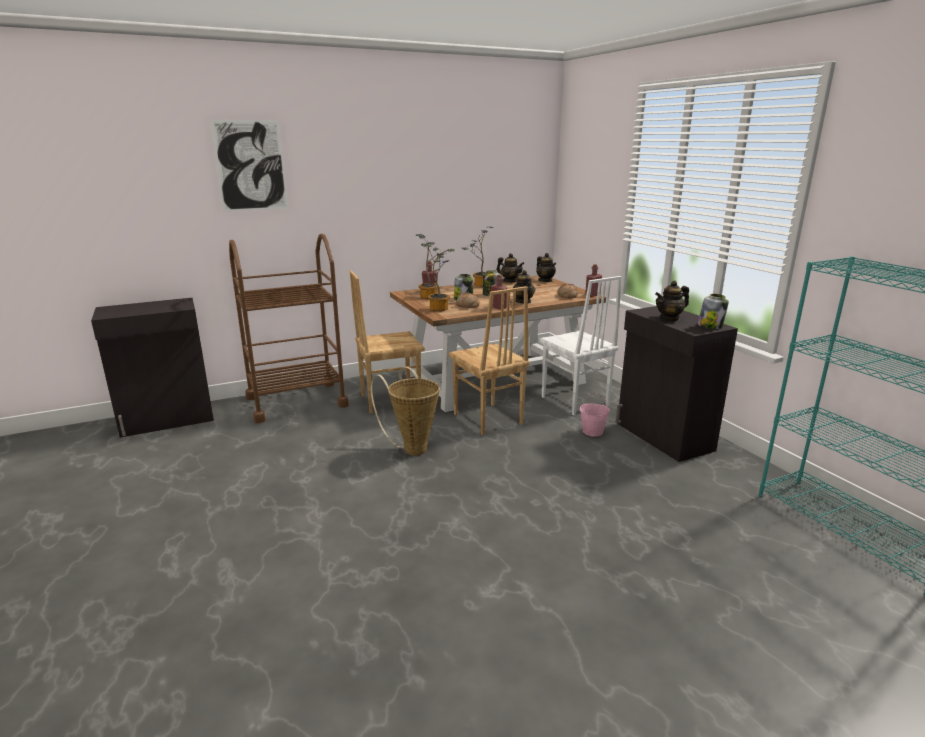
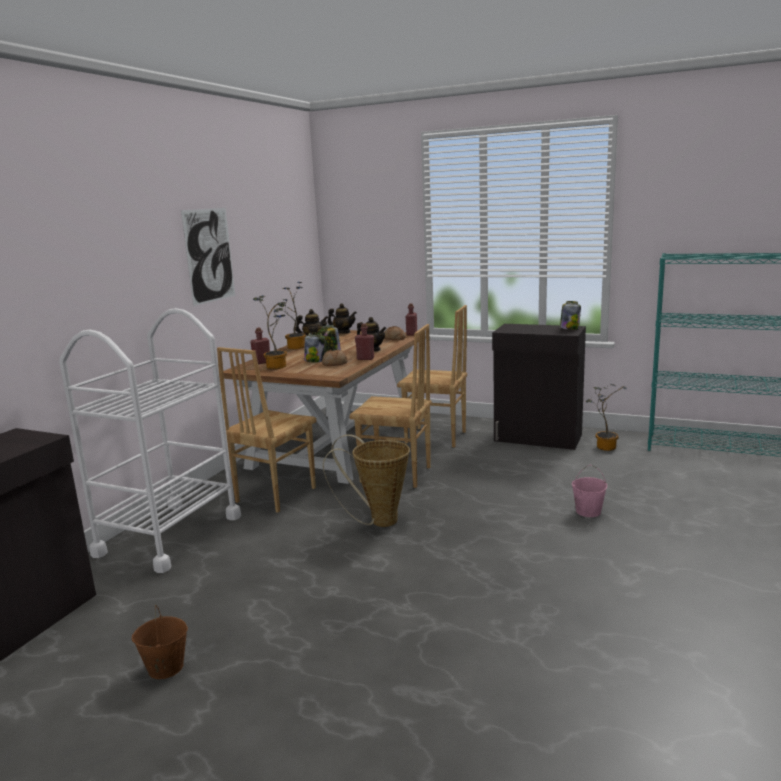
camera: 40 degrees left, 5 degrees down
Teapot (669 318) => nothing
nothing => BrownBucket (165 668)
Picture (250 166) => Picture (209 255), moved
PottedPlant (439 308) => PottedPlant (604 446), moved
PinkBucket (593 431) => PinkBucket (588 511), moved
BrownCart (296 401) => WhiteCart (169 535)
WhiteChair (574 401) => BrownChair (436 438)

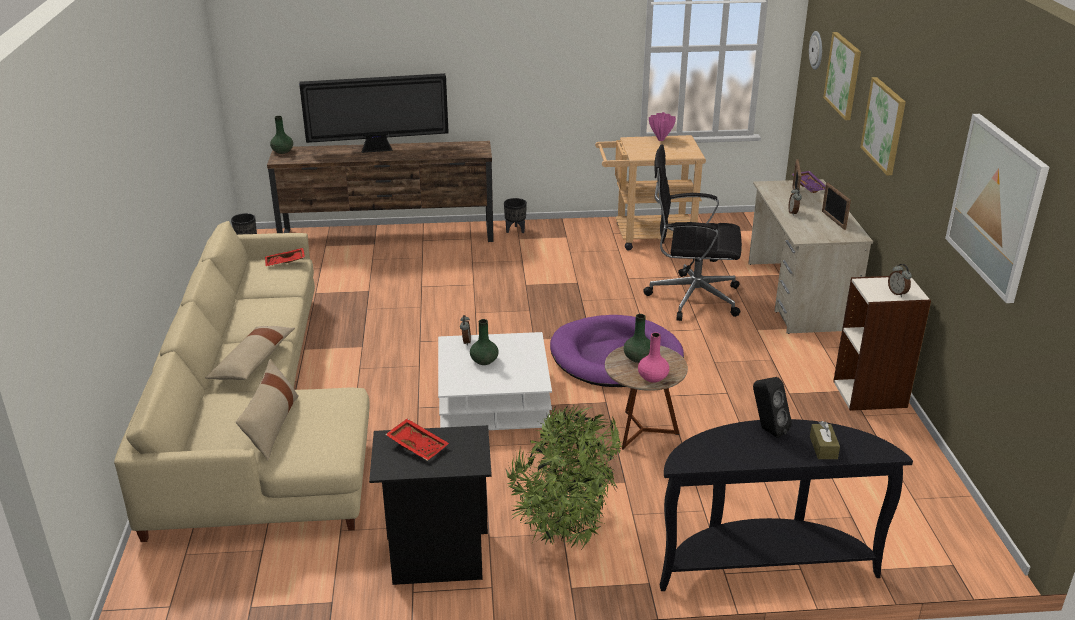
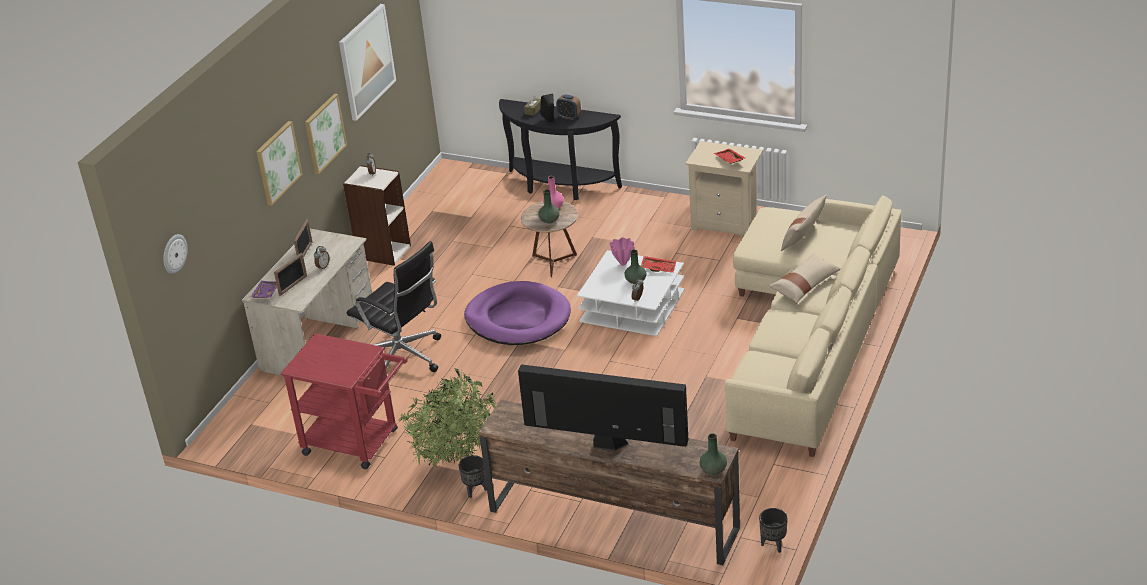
camera: 150 degrees left, 5 degrees up
nothing => AlarmClock (569 117)
RedTray (285 262) => RedTray (658 268), moved
PottedPlant (567 531) => PottedPlant (456 459), moved
PinkVase (660 140) => PinkVase (623 263), moved
Picture (843 75) => Picture (324 133), moved
BlackNightstand (436 558) => BeigeNightstand (726 223)
BeigeCart (646 236) => RedCart (358 443)

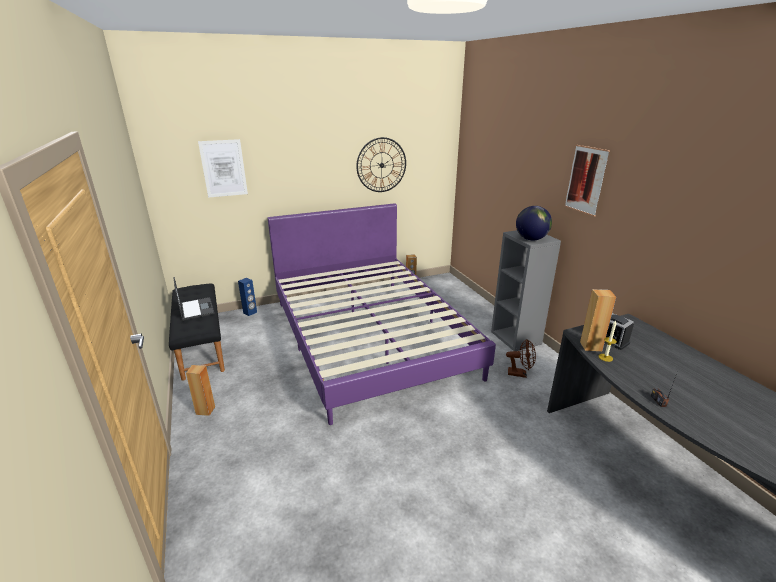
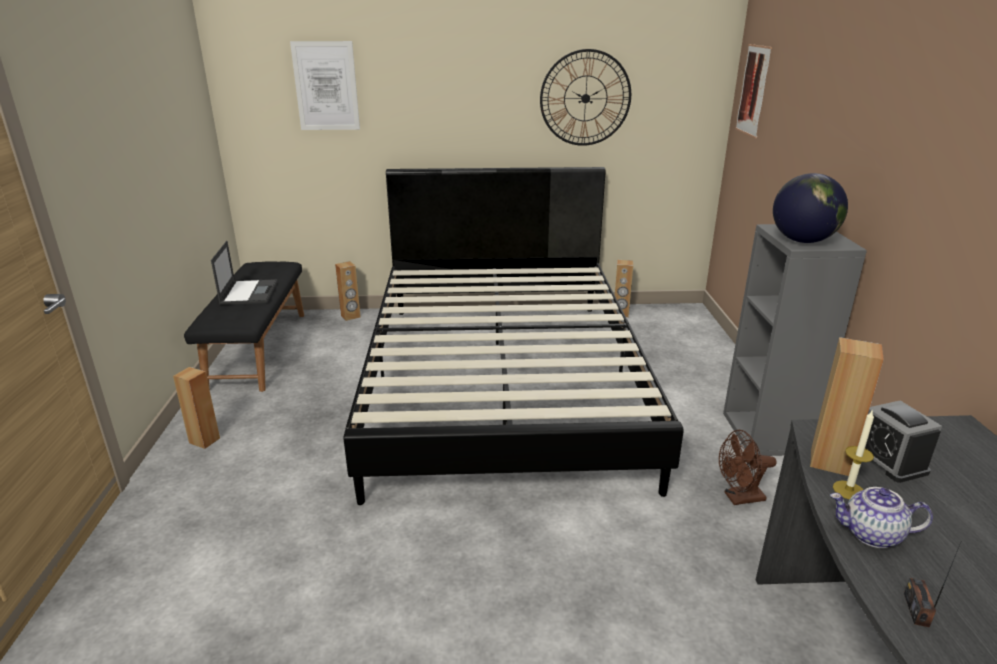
camera: 20 degrees right, 0 degrees up
nothing => Teapot (871 535)
Picture (586 180) => Picture (753 90), moved
BlueSpeaker (250 312) => BrownSpeaker (350 316)
PurpleBed (369 336) => BlackBed (503 382)
BrownFan (520 374) => BrownFan (739 498), 135 degrees clockwise

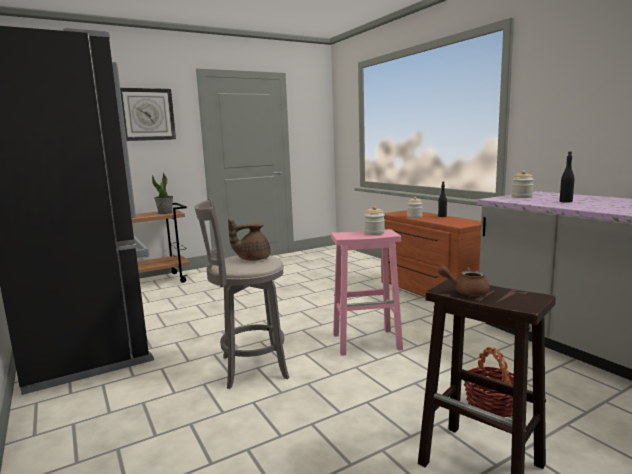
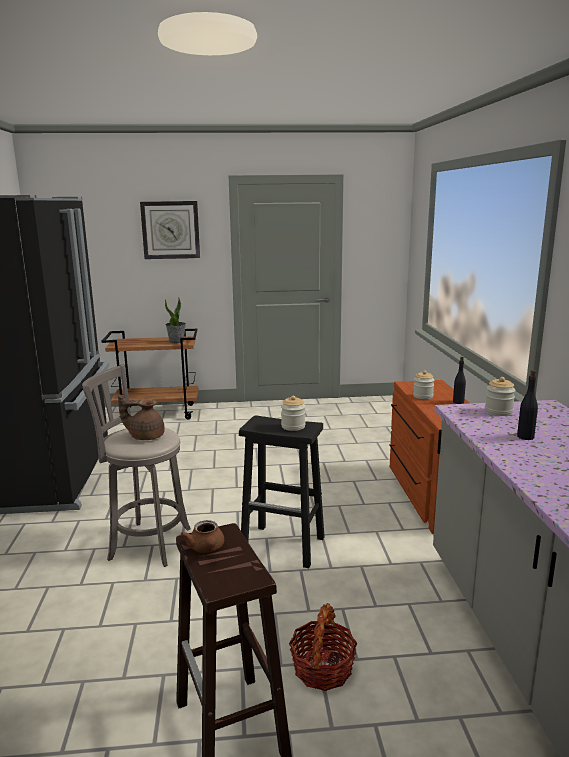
camera: 25 degrees right, 5 degrees up
PinkStool (367 341) => BlackStool (284 546)
BrownTeapot (466 291) => BrownTeapot (206 548), 150 degrees counterclockwise

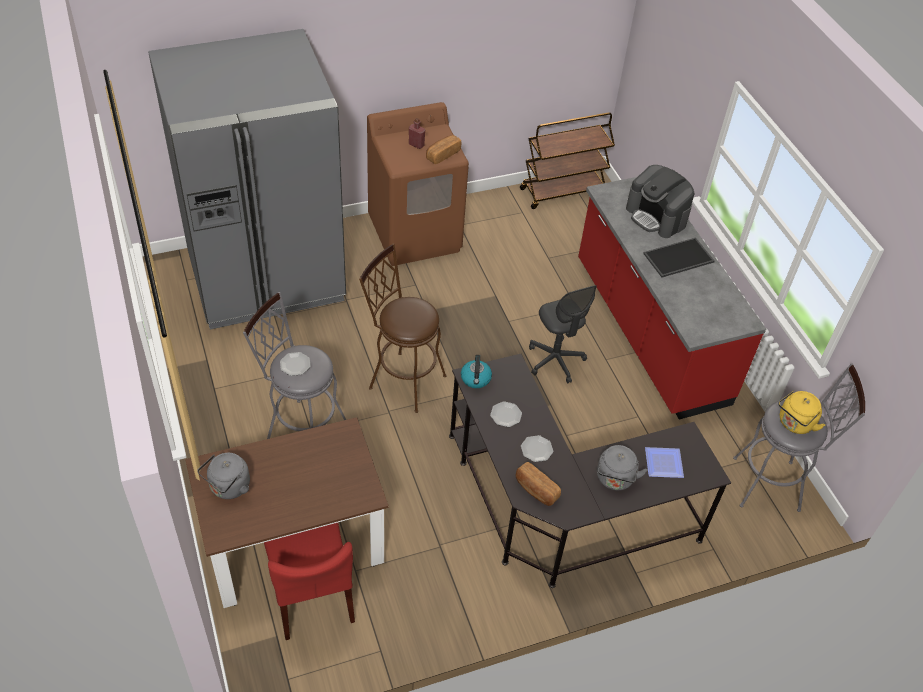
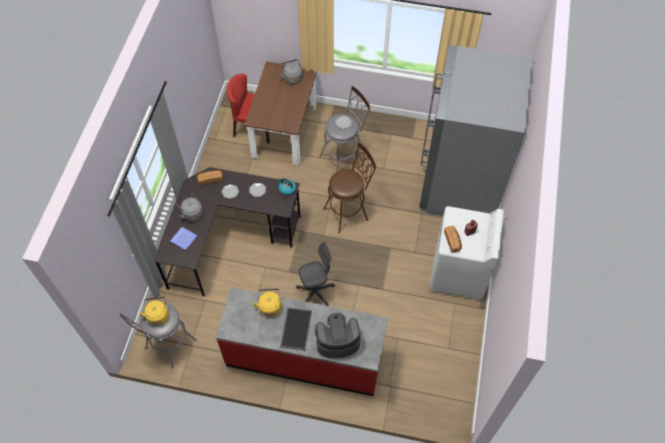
camera: 125 degrees right, 10 degrees up
BrownCart (562 191) => nothing
nothing => YellowKettle (269 306)
BrownWashingMachine (415 234) => WhiteWashingMachine (458 273)
GreyOfficeChair (555 360) => GreyOfficeChair (315 292), 150 degrees clockwise

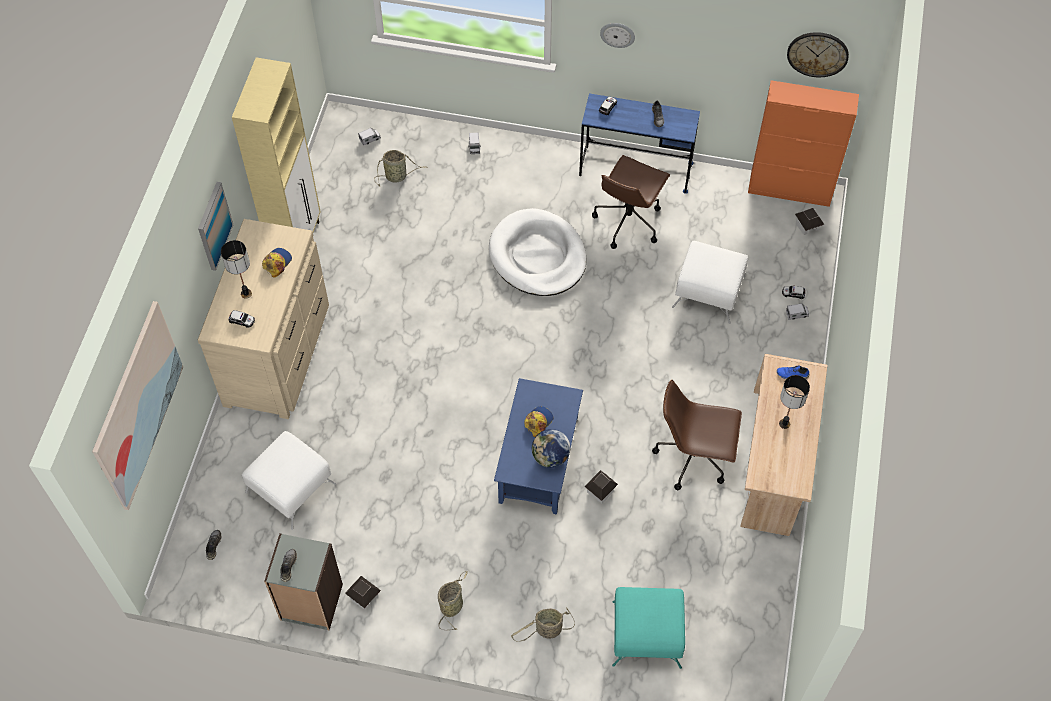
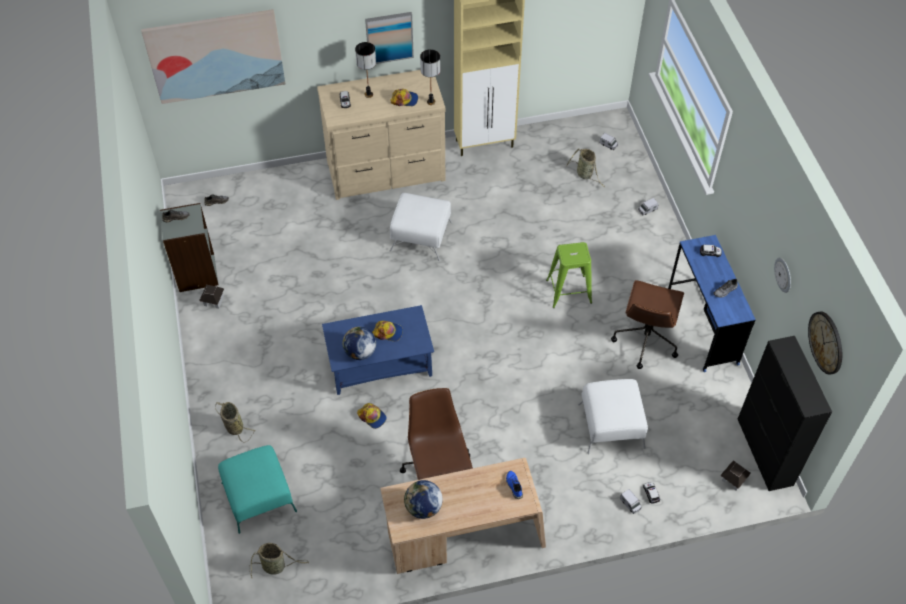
camera: 65 degrees right, 5 degrees down
nothing => Globe (423 508)
WhiteOttoman (291 487) => WhiteOttoman (421 237), moved
Basket (452 605) => Basket (275 566), moved
WallClock (617 34) => WallClock (783 274), moved
TableLamp (784 424) => TableLamp (431 102), moved
WhiteDogBed (537 256) => GreenStool (569 291)
ToyHouse (600 491) => Cap (372 417)
OrangeCabinet (790 190) => BlackCabinet (765 452)
BrownOfficeChair (628 221) => BrownOfficeChair (645 340), 75 degrees counterclockwise

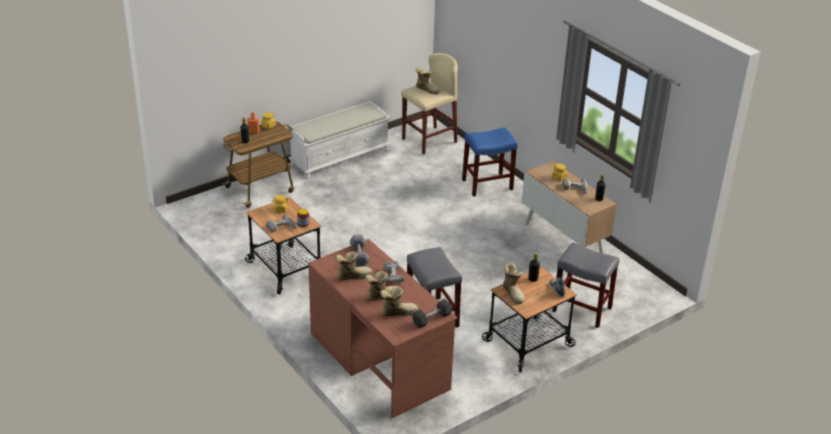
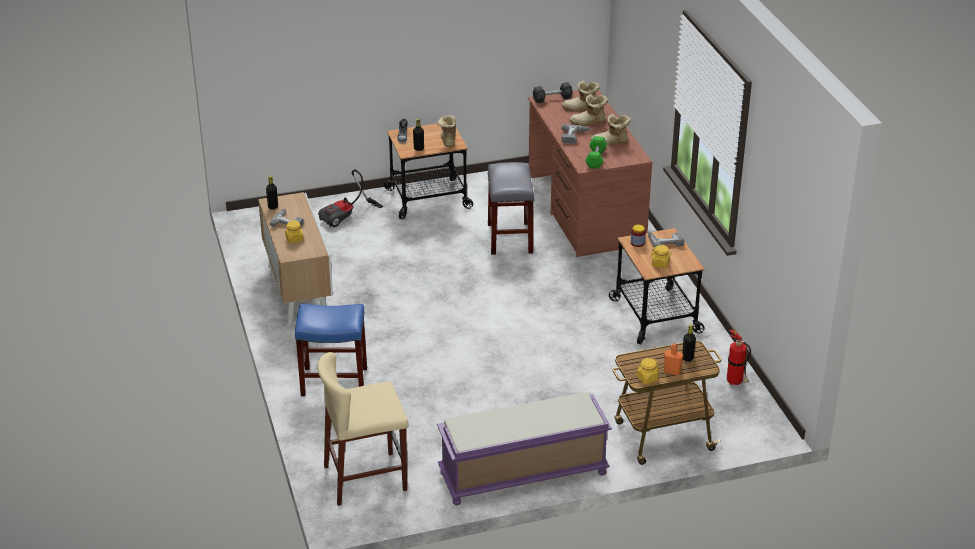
camera: 160 degrees left, 0 degrees up
Boot (427 89) => nothing
nothing => FireExtinguisher (736 383)
GreyStool (582 309) => VacuumCleaner (347 217)
WhiteBench (340 156) => PurpleBench (522 474)
GreyDumbbell (359 255) => GreenDumbbell (596 158)

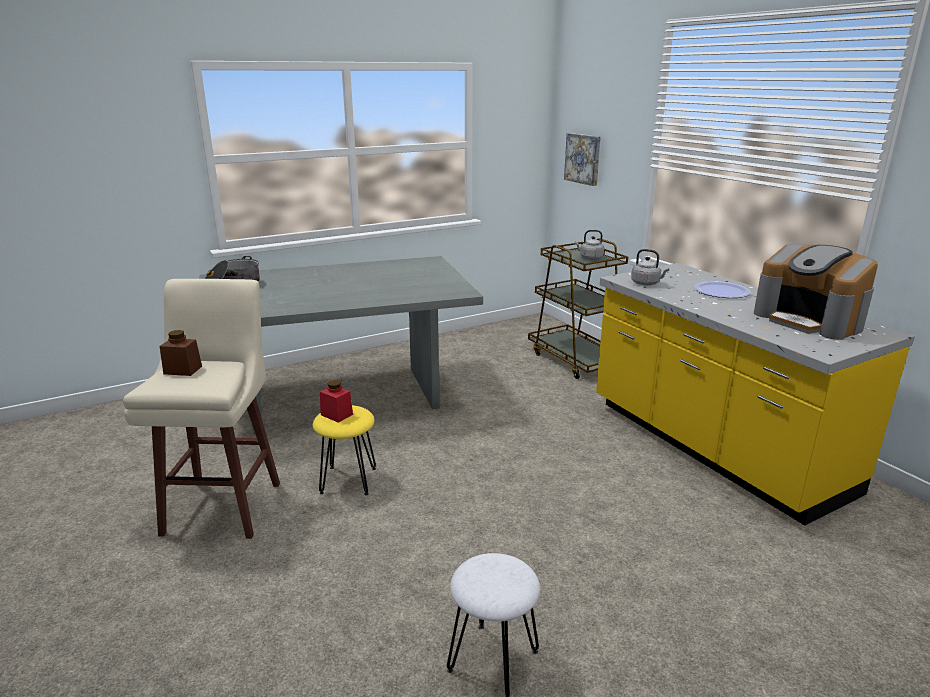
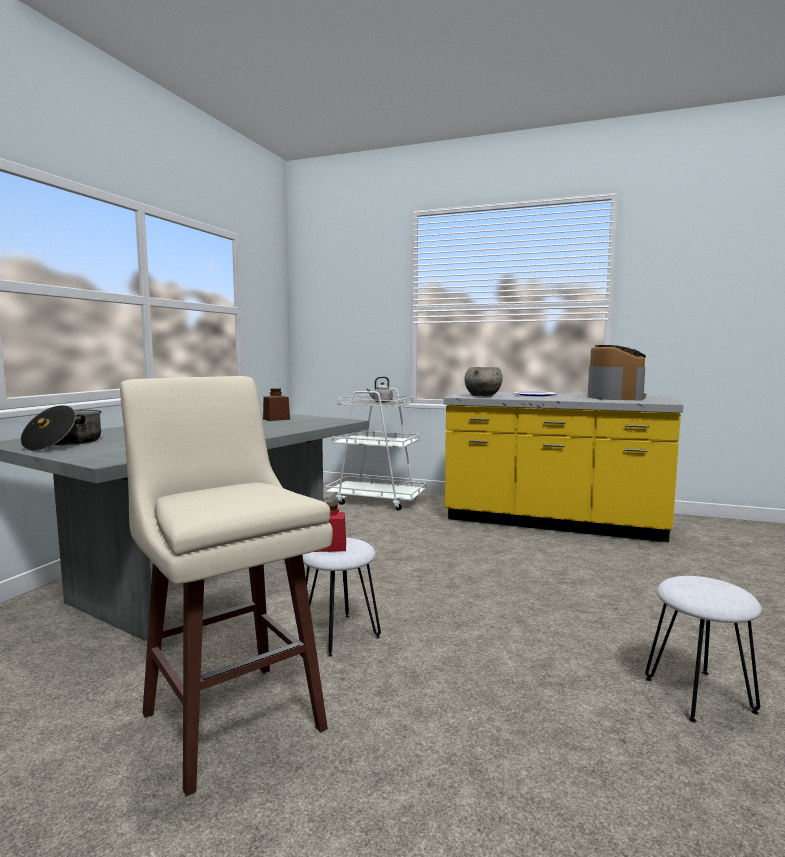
camera: 40 degrees left, 15 degrees down
Picture (583 158) => nothing
BrownJar (183 370) => BrownJar (276 419), moved
GreyKettle (647 283) => GreyBowl (483 396)
YellowStool (348 481) => WhiteStool (339 635)
BrownCart (576 360) => WhiteCart (377 500)
CoffeeMachine (809 320) => CoffeeMachine (615 397), 90 degrees counterclockwise

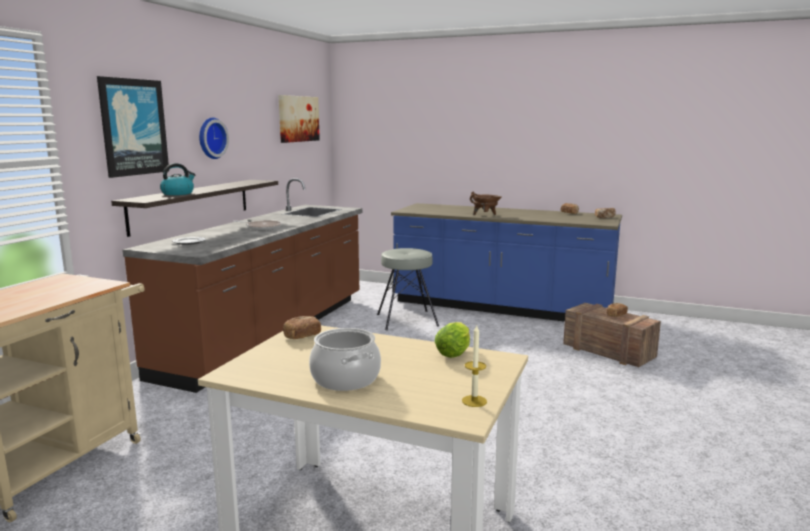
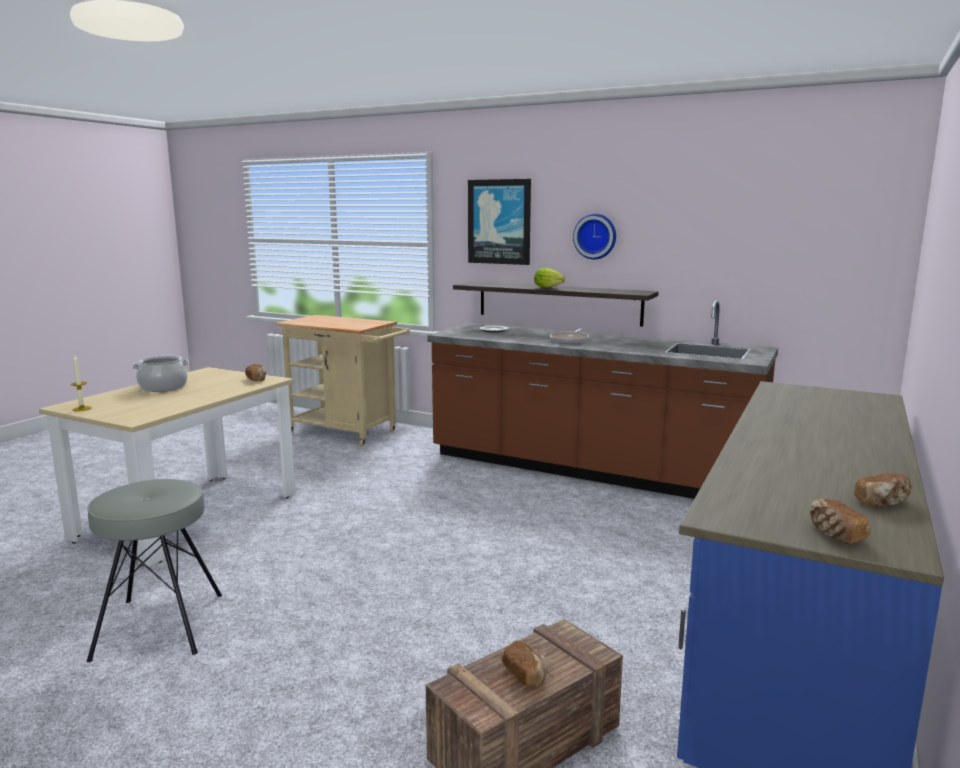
camera: 95 degrees right, 0 degrees up
Kettle (178 193) => nothing
Picture (298 119) => nothing
BrownCookingPot (485 215) => nothing
GreyStool (407 320) => GreyStool (161 625), moved
Lettuce (455 352) => Lettuce (549 288), moved

